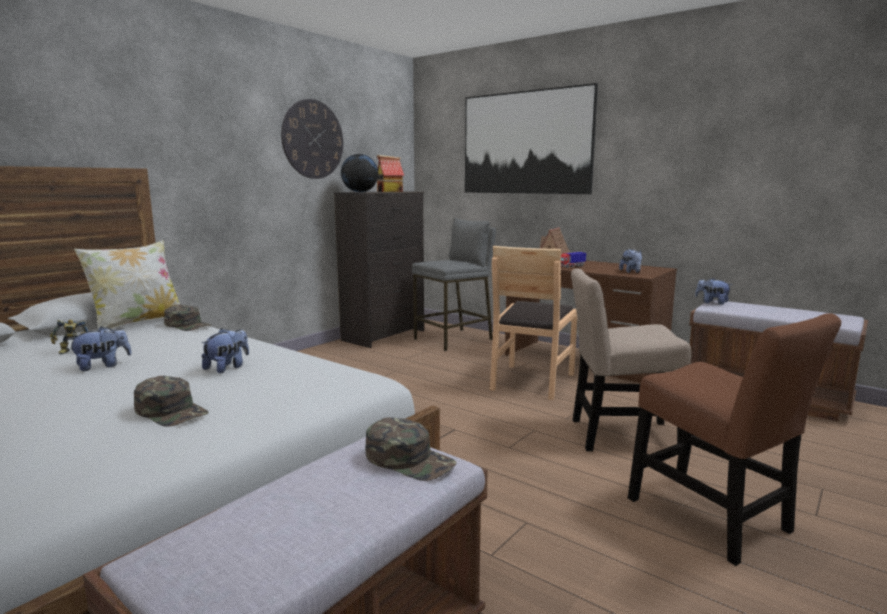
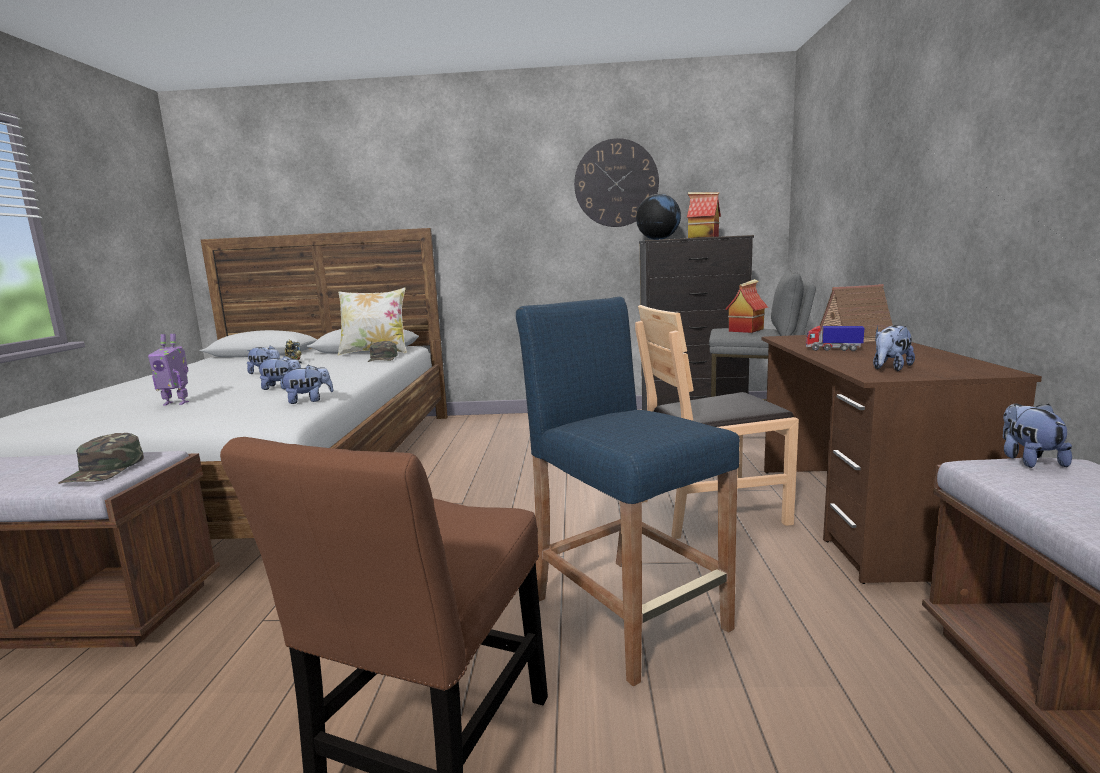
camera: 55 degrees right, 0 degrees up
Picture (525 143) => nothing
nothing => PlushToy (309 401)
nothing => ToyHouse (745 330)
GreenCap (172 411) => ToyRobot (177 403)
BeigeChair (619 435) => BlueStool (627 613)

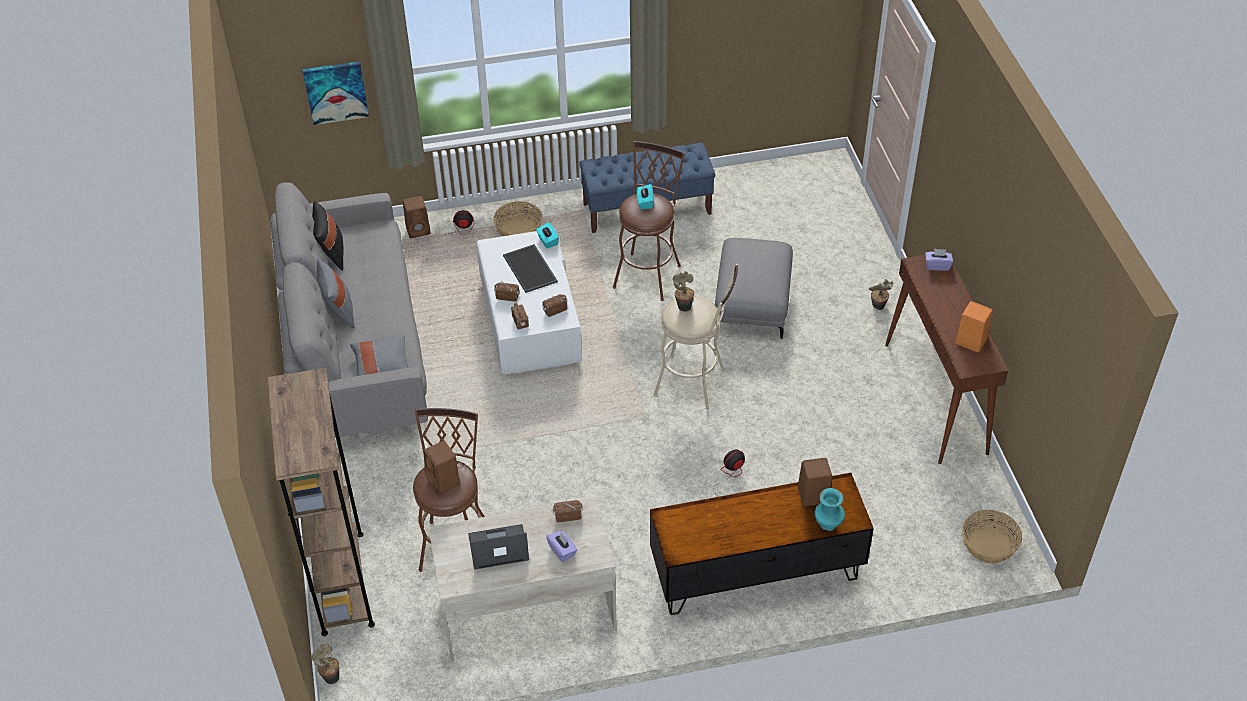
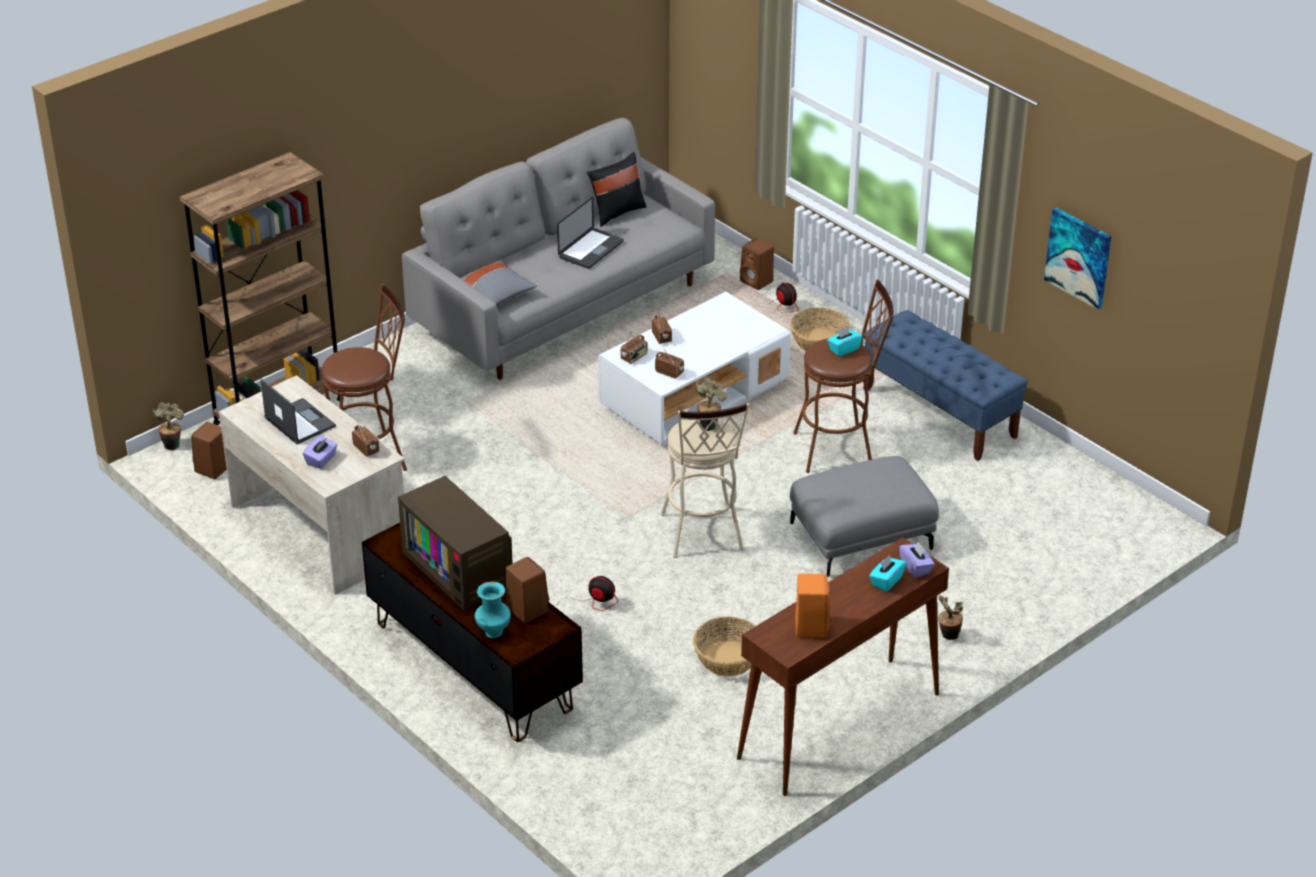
camera: 60 degrees right, 10 degrees down
GreyPillow (339 312) => nothing
Tray (531 269) => nothing
nothing => Television (460 569)
nothing => Laptop (591 250)
Picture (336 92) => Picture (1079 257), moved
BrownSpeaker (444 482) => BrownSpeaker (212 469), moved
TurquoiseTissueBox (547 241) => TurquoiseTissueBox (886 581), moved
Basket (988 545) => Basket (728 658), moved

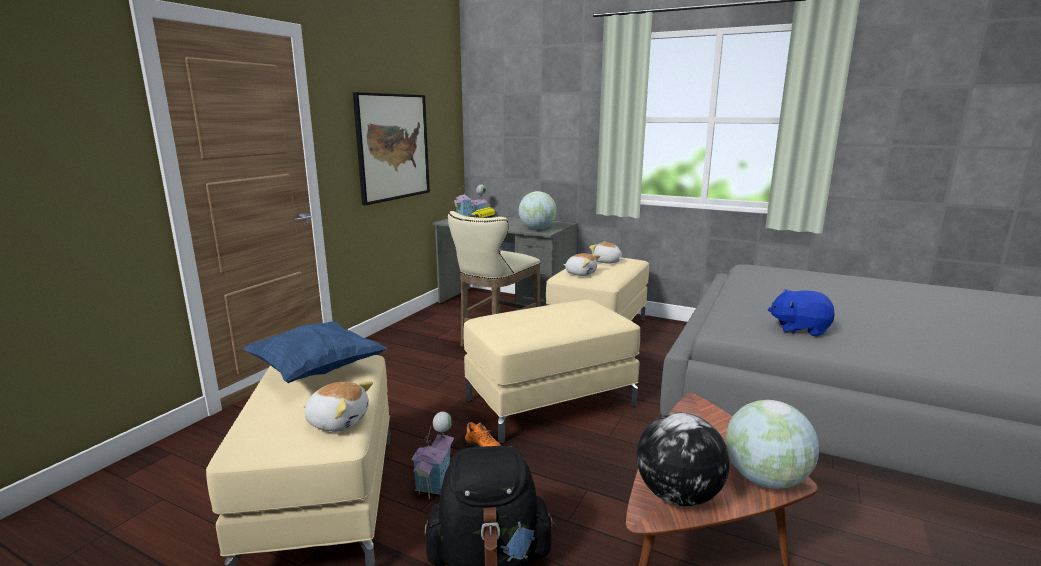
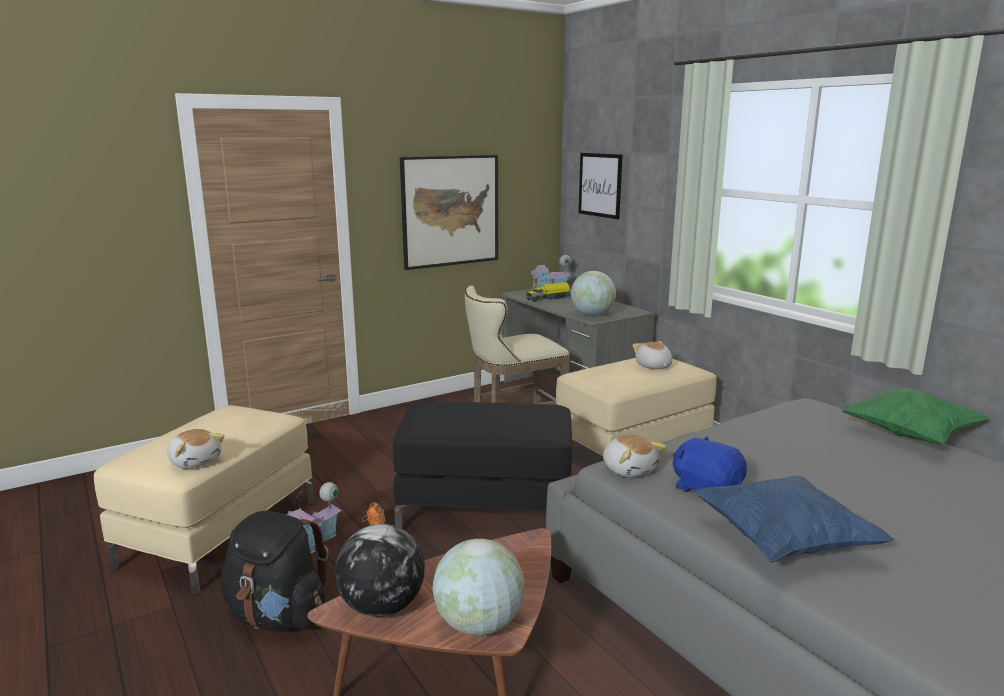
camera: 30 degrees right, 0 degrees up
nothing => Picture (600 185)
nothing => GreenPillow (909 435)
BluePillow (317 370) => BluePillow (783 542), moved
PlushToy (581 273) => PlushToy (629 469), moved
BeigeOttoman (551 402) => BlackOttoman (487 509)

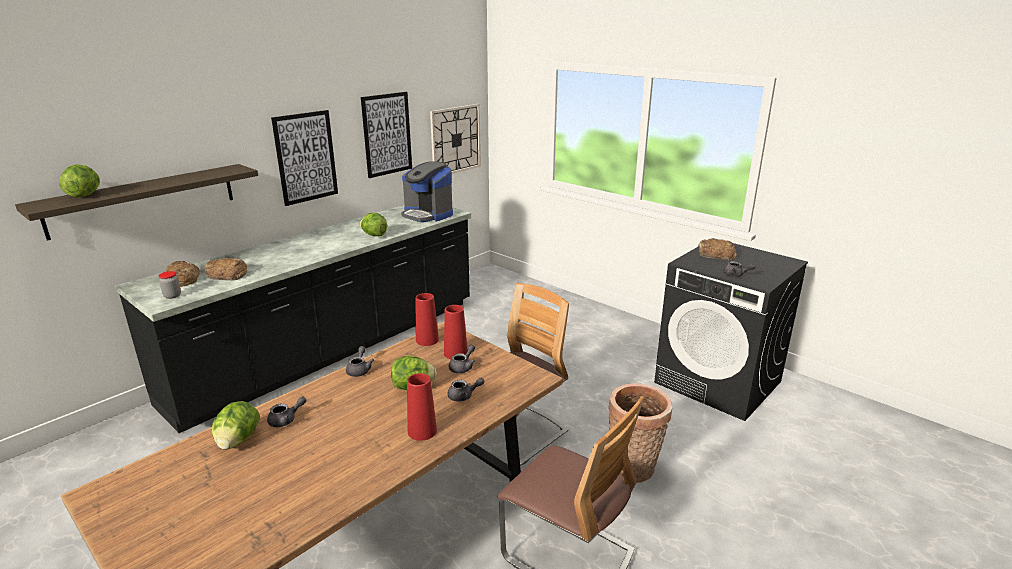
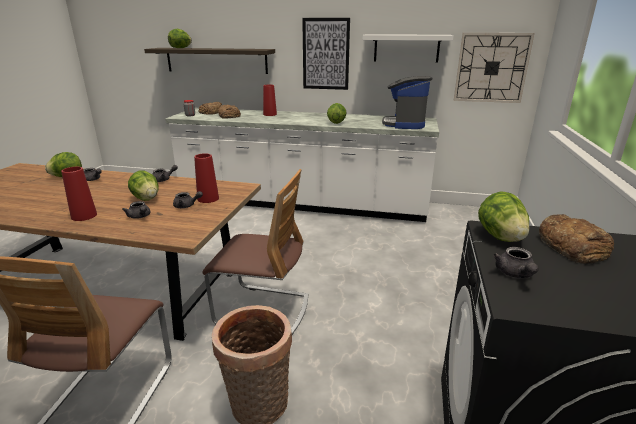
camera: 60 degrees right, 0 degrees up
nothing => Lettuce (500 237)
RedVase (427 340) => RedVase (270 114), moved
Picture (387 134) => WhiteShelf (406 48)
BlackCounter (333 350) => WhiteCounter (302 204)

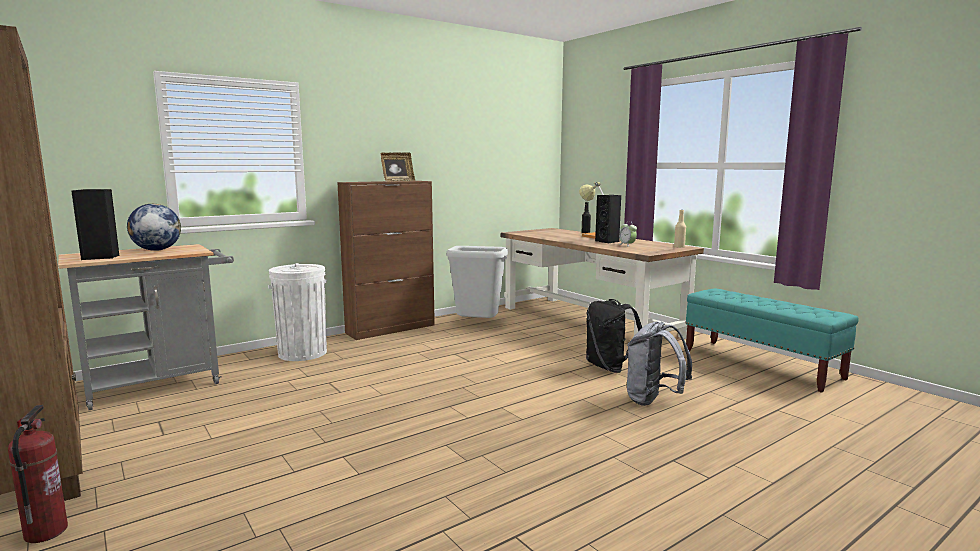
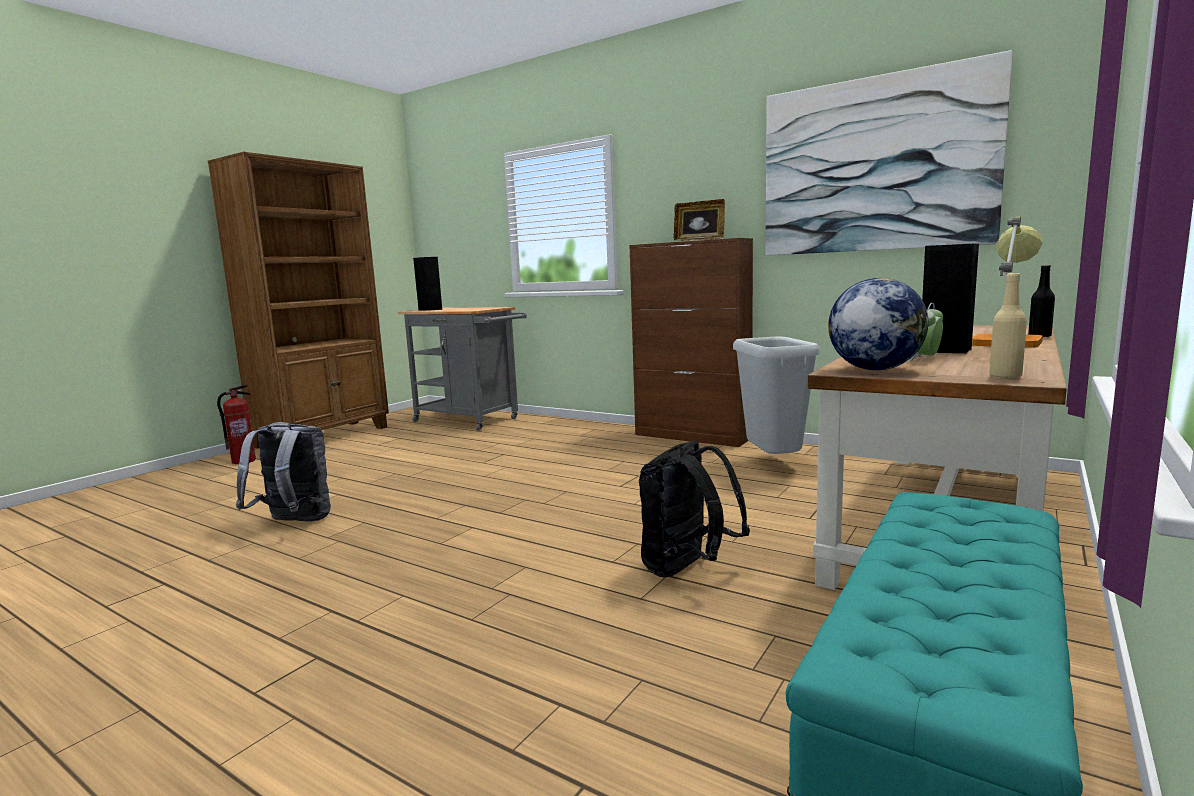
camera: 70 degrees right, 0 degrees up
WhiteTrashCan (302 353) => nothing
nothing => Picture (875 165)
Globe (156 250) => Globe (874 369), moved
GreyBackpack (653 401) => GreyBackpack (294 523), moved

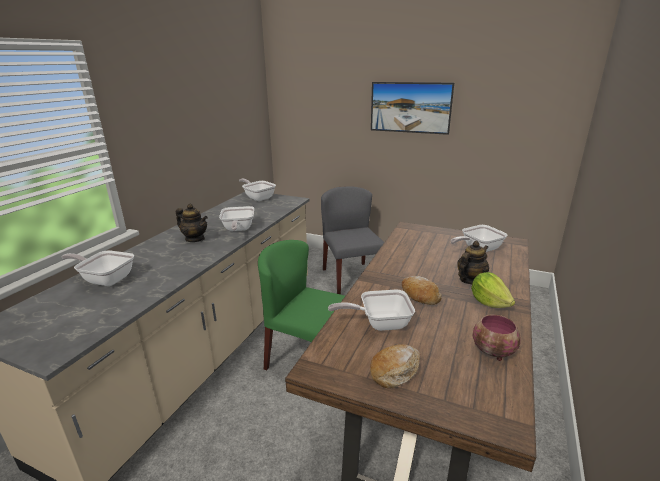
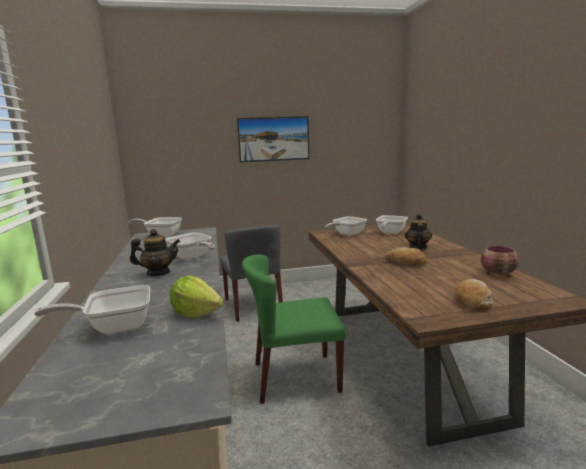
camera: 35 degrees left, 10 degrees down
FryingPan (379 323) => FryingPan (347 234), moved
Lettuce (489 302) => Lettuce (196 313), moved
GreyChair (351 278) => GreyChair (253 306), 150 degrees counterclockwise

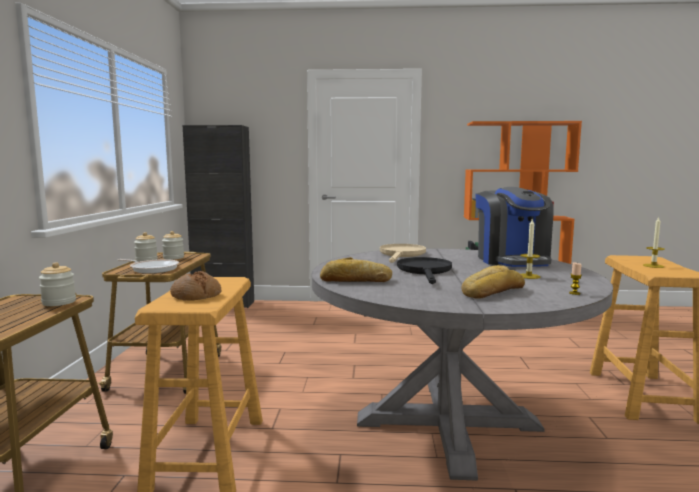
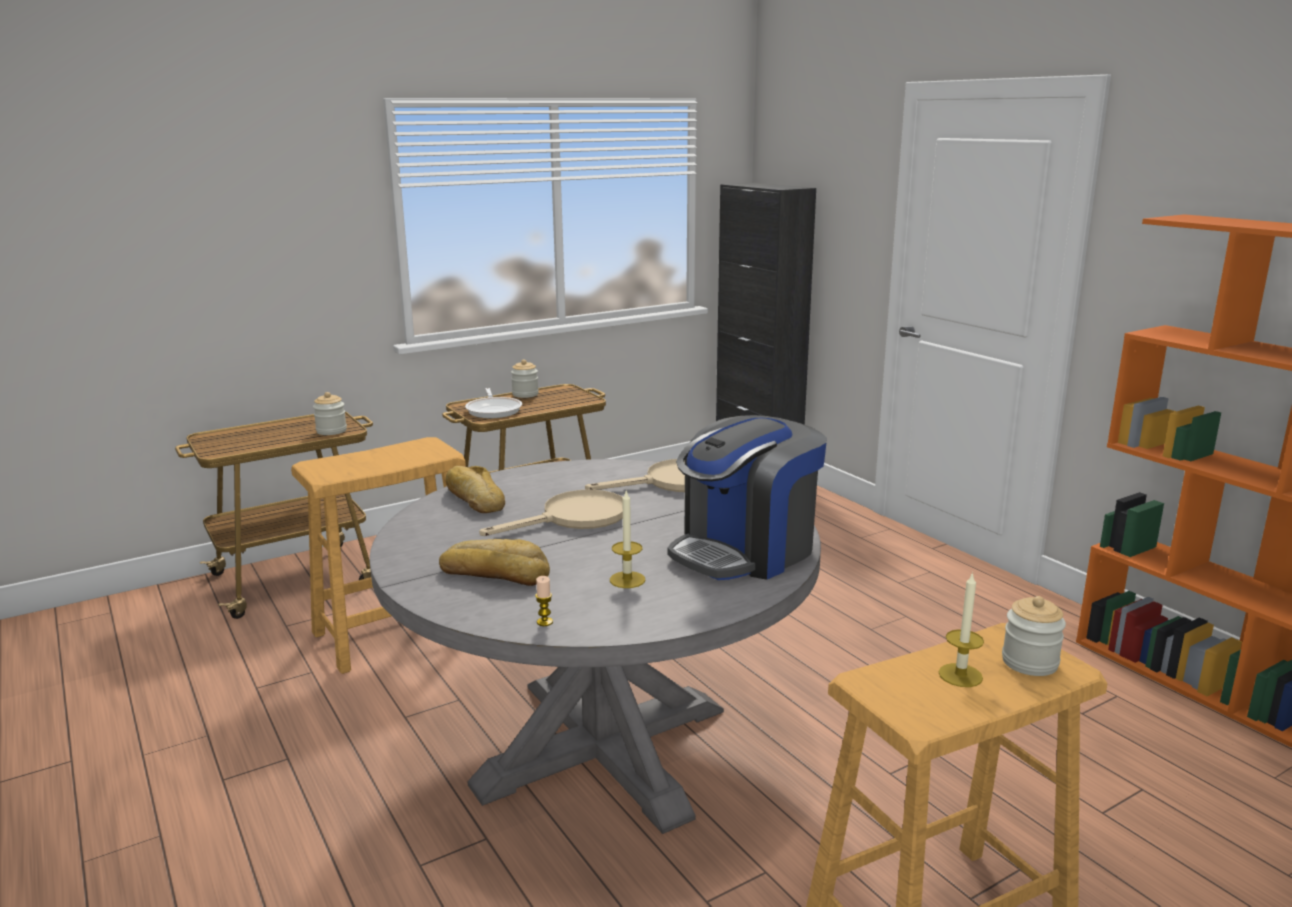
camera: 55 degrees right, 10 degrees up
Bread (196 295) => nothing
Jar (173 258) => Jar (1029 662), moved
BlackFryingPan (425 271) => BeigeFryingPan (574 518)

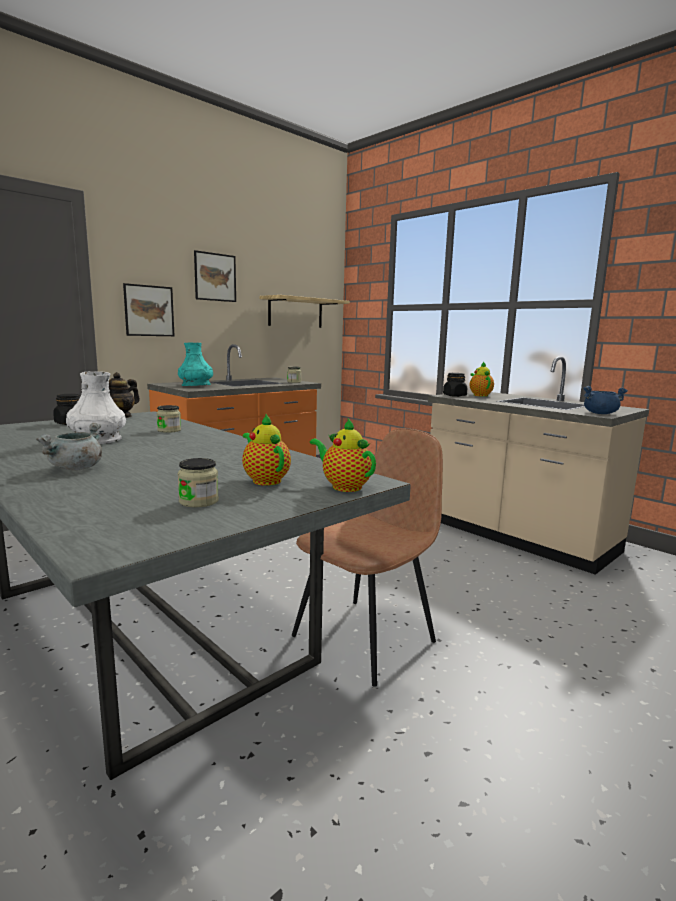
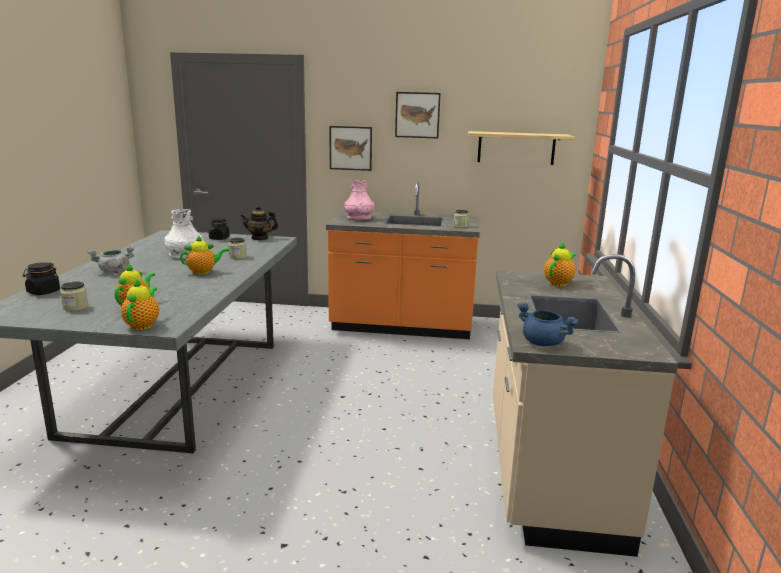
camera: 50 degrees right, 5 degrees up
BrownChair (366 637) => nothing
nothing => Teapot (203 272)
BlackJar (454 395) => BlackJar (43 292), moved
TurquoiseVase (196 385) => PinkVase (359 218)

